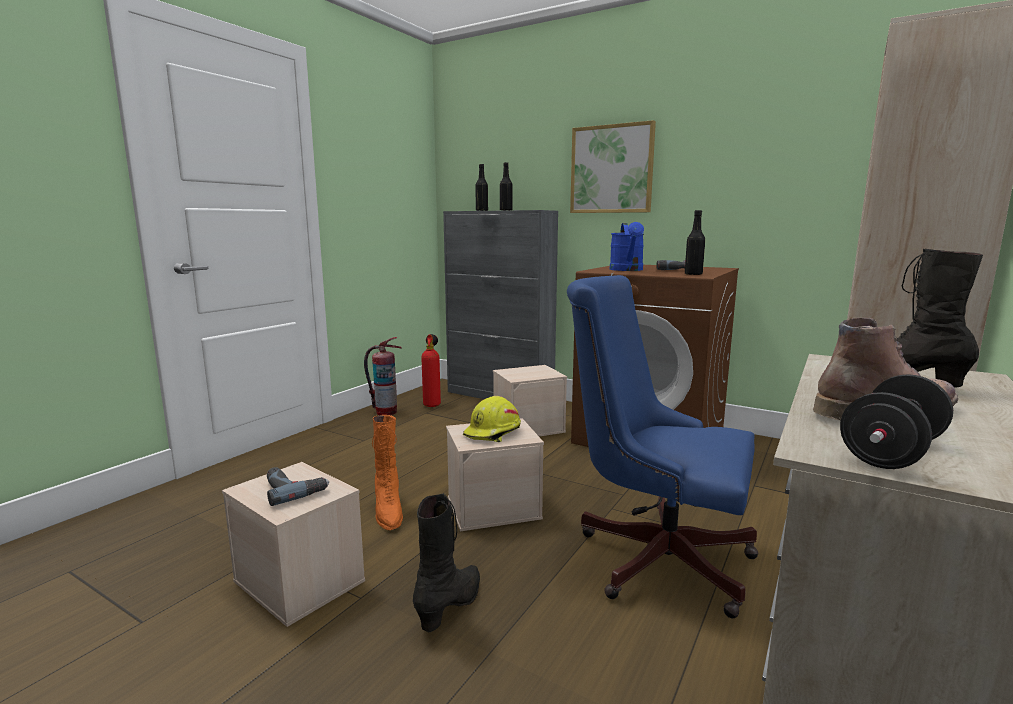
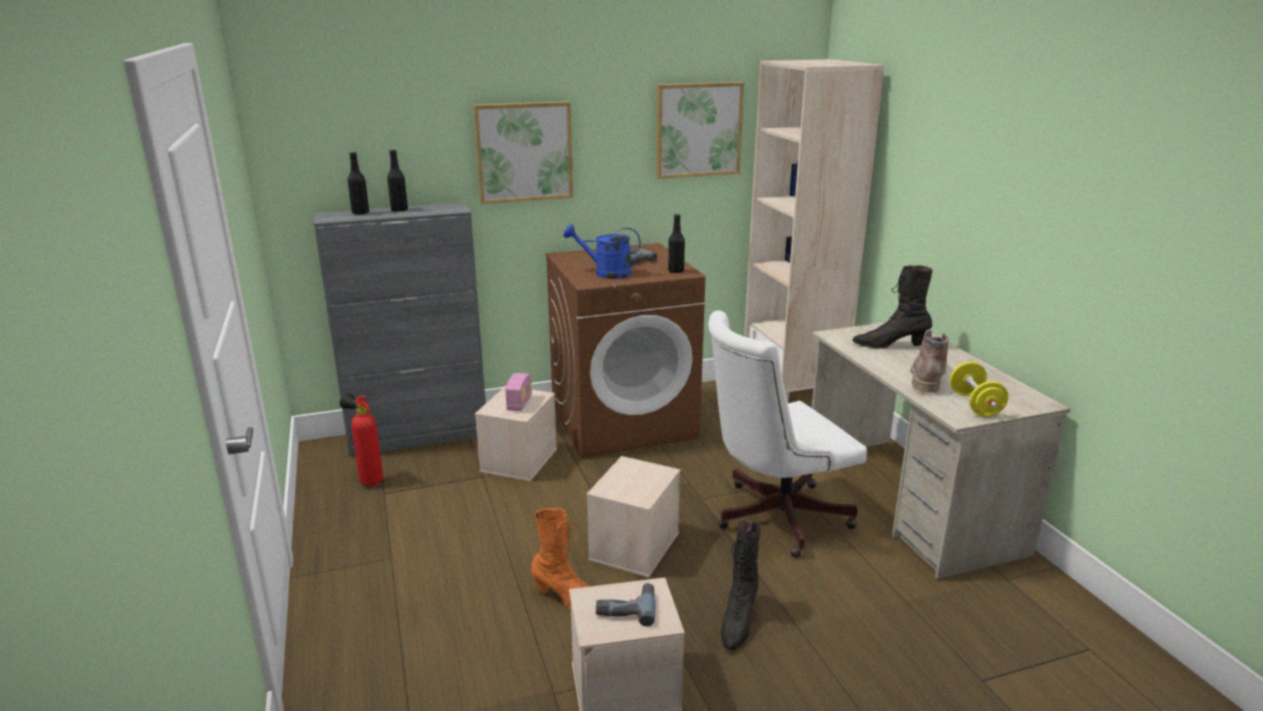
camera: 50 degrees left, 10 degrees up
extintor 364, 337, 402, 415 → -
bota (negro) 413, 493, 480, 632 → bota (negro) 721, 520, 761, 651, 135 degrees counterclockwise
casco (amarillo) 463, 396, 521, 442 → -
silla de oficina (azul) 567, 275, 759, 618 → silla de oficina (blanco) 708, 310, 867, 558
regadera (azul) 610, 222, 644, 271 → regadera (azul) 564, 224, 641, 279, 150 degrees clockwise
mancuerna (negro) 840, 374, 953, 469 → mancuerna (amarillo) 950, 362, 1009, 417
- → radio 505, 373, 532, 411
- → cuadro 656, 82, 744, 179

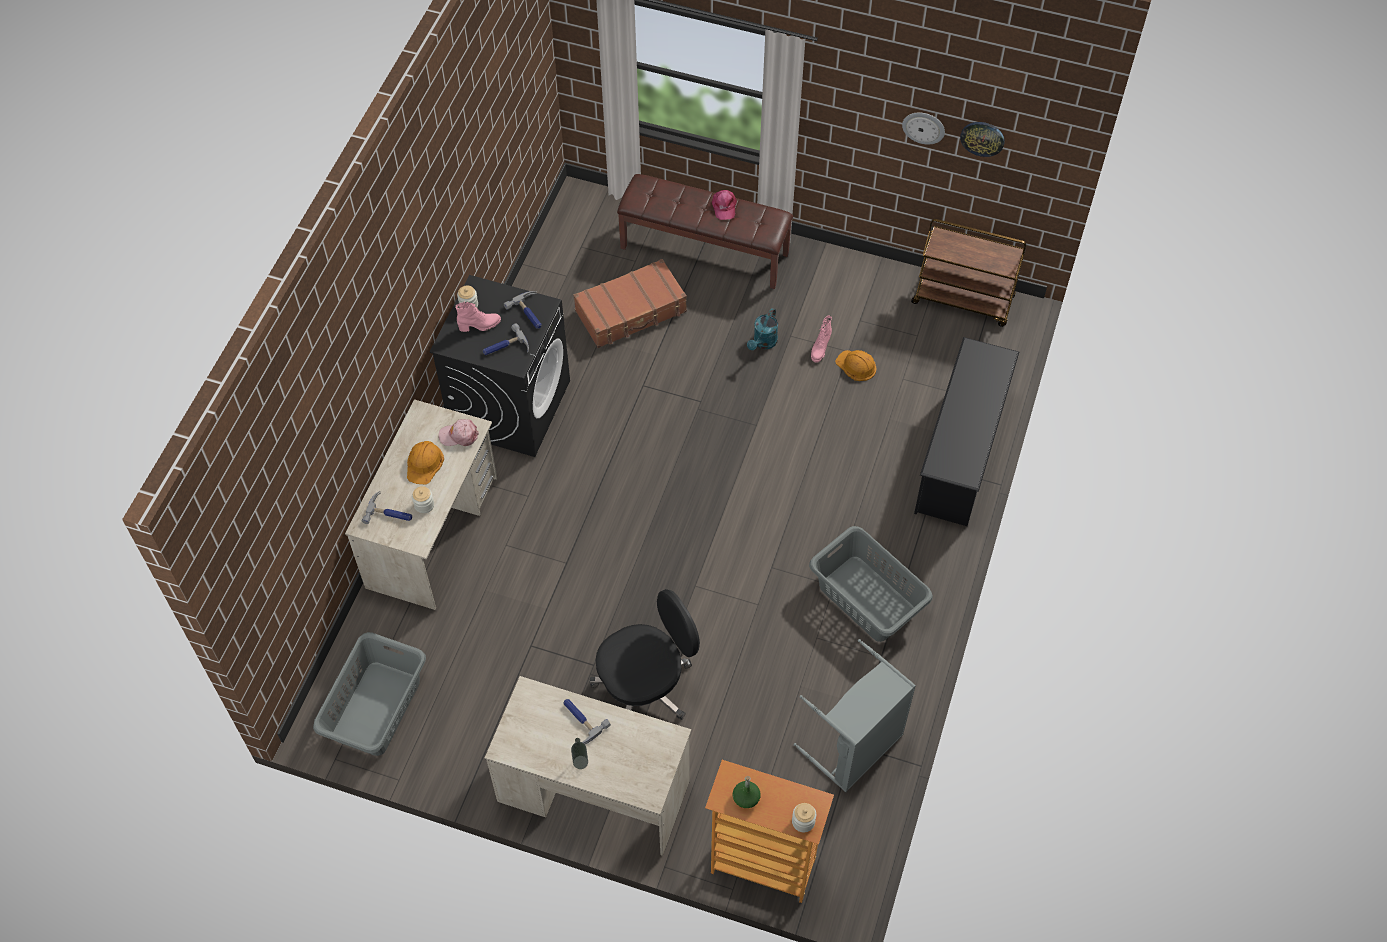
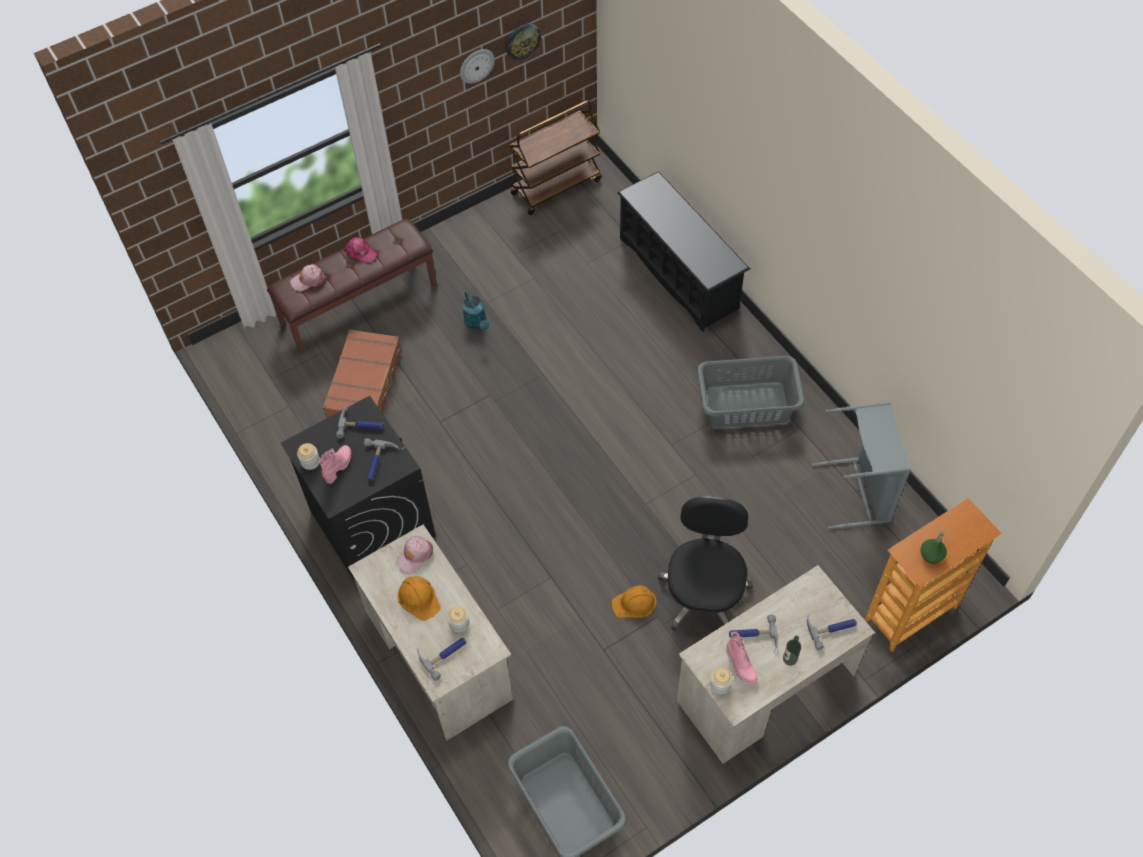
camera: 50 degrees left, 0 degrees up
tarro 792, 803, 816, 833 → tarro 710, 667, 733, 694, shifted
bota (rosa) 811, 315, 832, 363 → bota (rosa) 726, 631, 758, 684, shifted
casco (naranja) 835, 350, 877, 381 → casco (naranja) 612, 585, 656, 618, shifted
- → gorra (rosa) 290, 264, 325, 291
- → martillo 807, 614, 857, 650

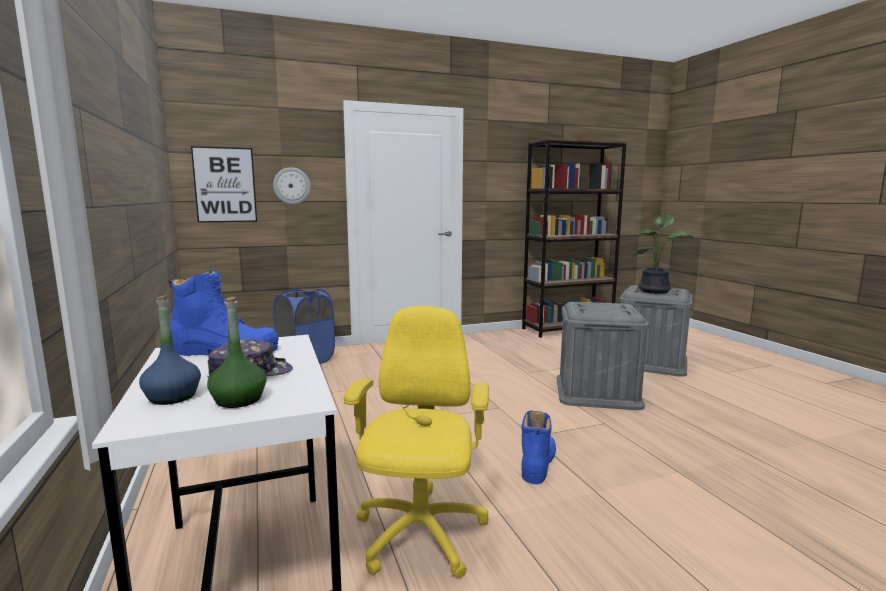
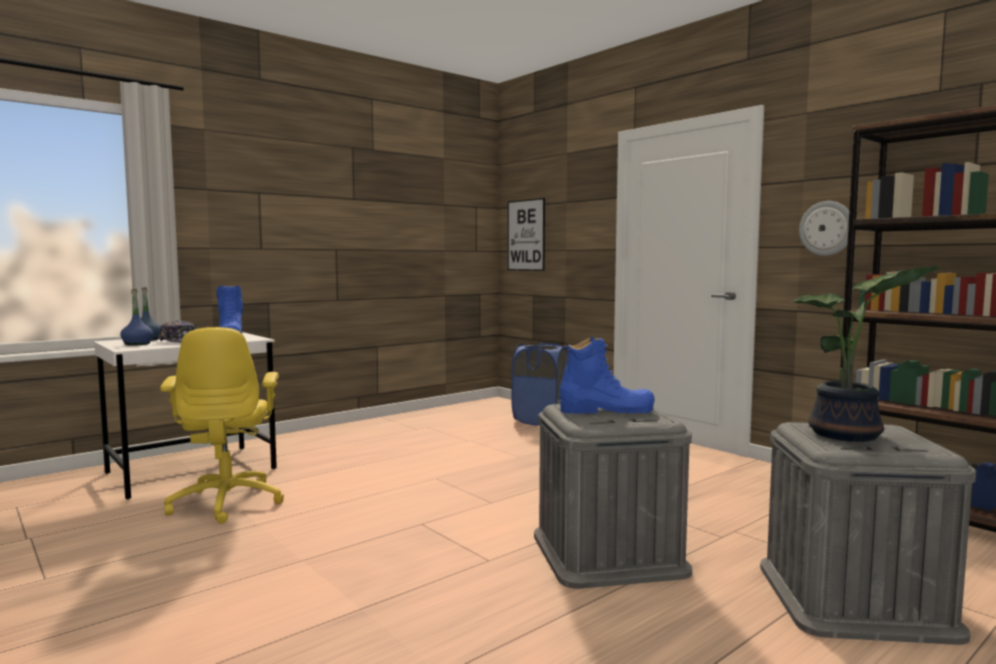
camera: 70 degrees right, 5 degrees down
botella (verde) 207, 297, 267, 408 → botella (azul) 120, 289, 153, 346
reloj de pared 273, 167, 311, 204 → reloj de pared 799, 201, 849, 256, shifted
silla de oficina (amarillo) 344, 306, 489, 578 → silla de oficina (amarillo) 160, 327, 284, 524, 90 degrees clockwise
bota (azul) 521, 410, 556, 484 → bota (azul) 560, 337, 655, 414, shifted

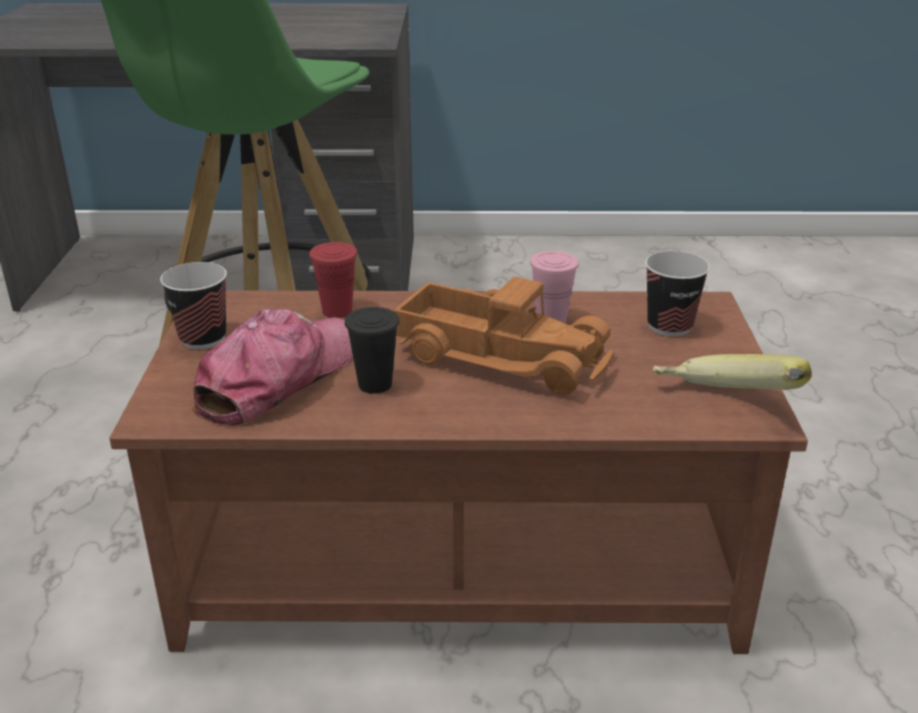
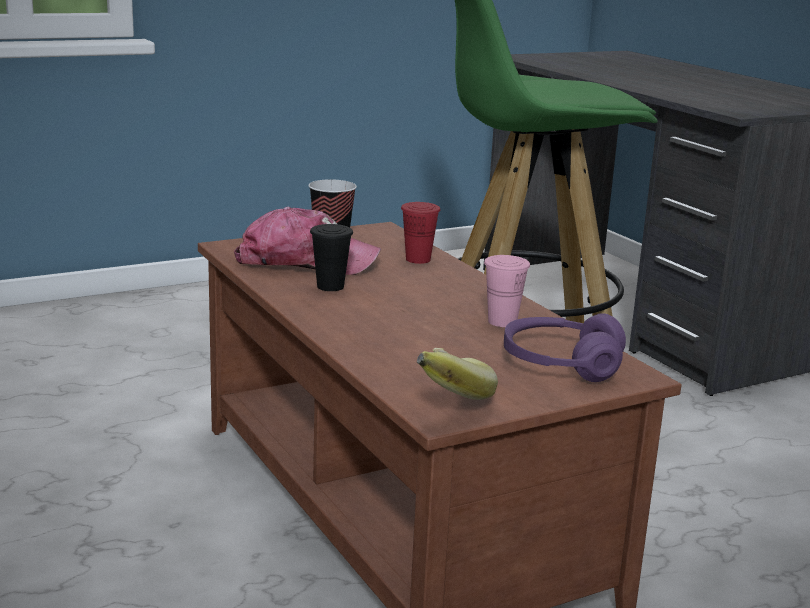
camera: 60 degrees right, 10 degrees down
camión de juguete 393, 276, 614, 395 → -
taza 645, 251, 710, 336 → auriculares (morado) 504, 313, 626, 382

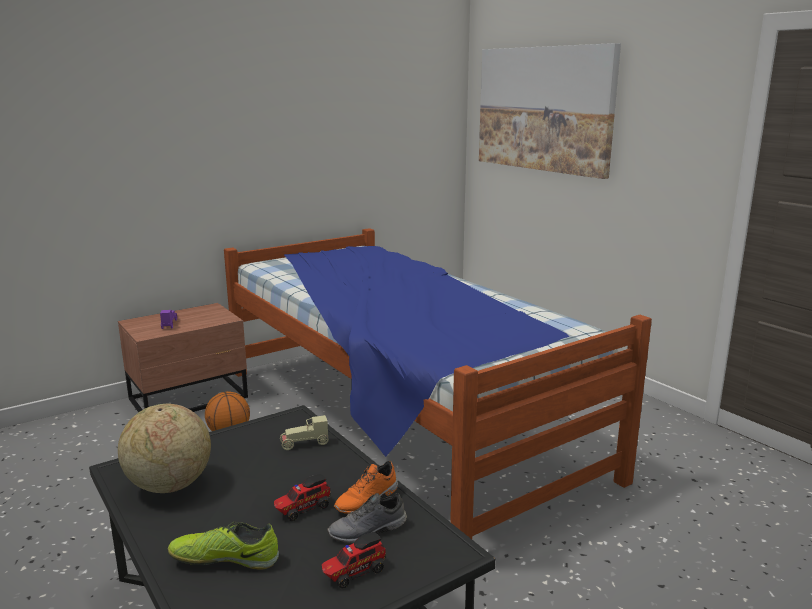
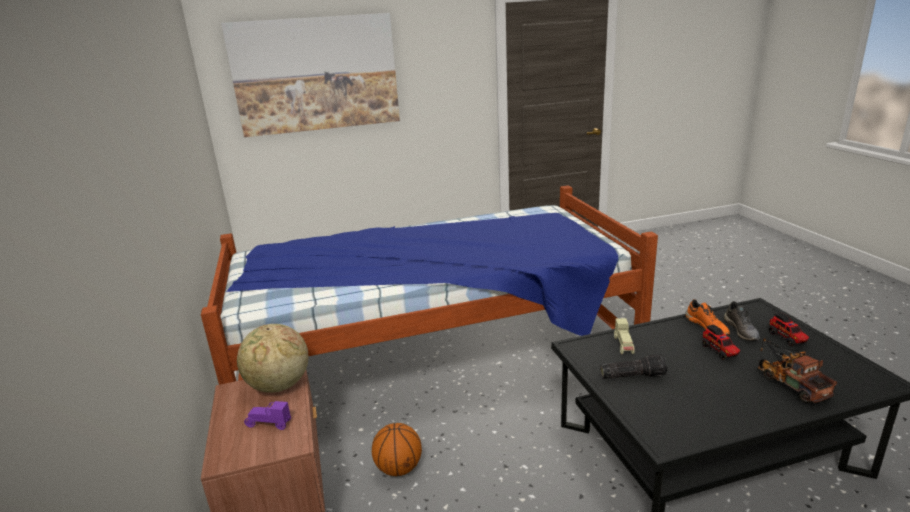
camera: 70 degrees left, 5 degrees up
globo terráqueo 118, 403, 211, 493 → globo terráqueo 237, 324, 308, 393, shifted
zapato 168, 522, 279, 570 → camión de juguete 758, 338, 837, 403
- → linterna 600, 354, 668, 379

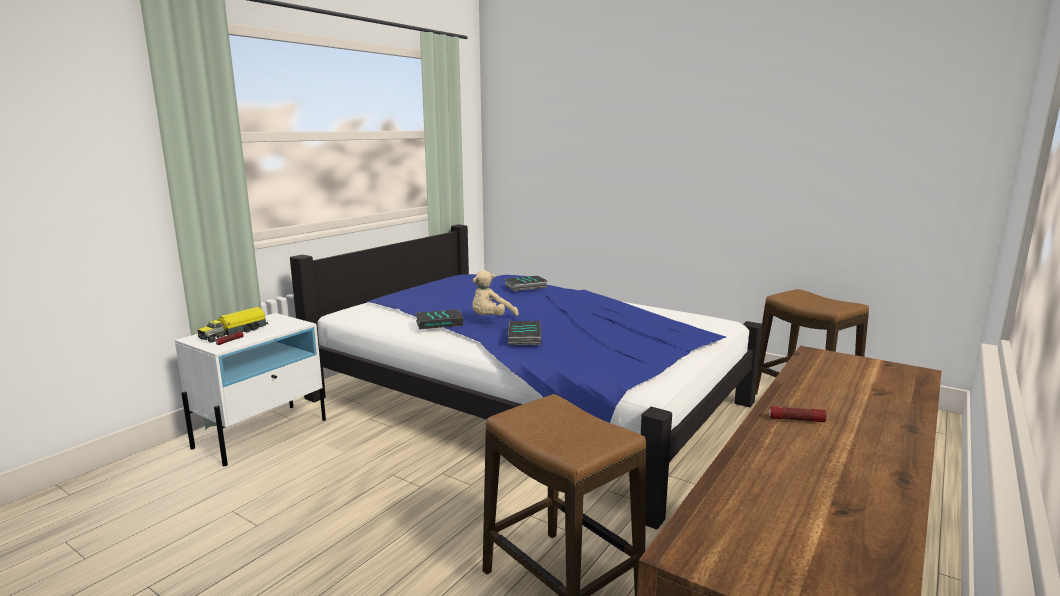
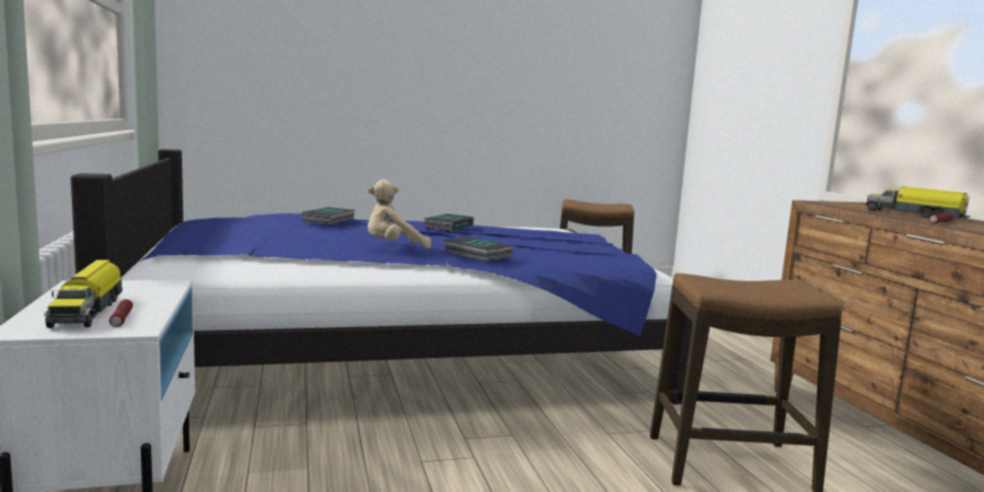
camera: 50 degrees left, 5 degrees down
libro 415, 309, 463, 330 → libro 424, 214, 474, 231, shifted
peluche (beis) 472, 270, 519, 316 → peluche (beis) 367, 179, 431, 249, 75 degrees clockwise
- → camión de juguete 866, 187, 971, 219

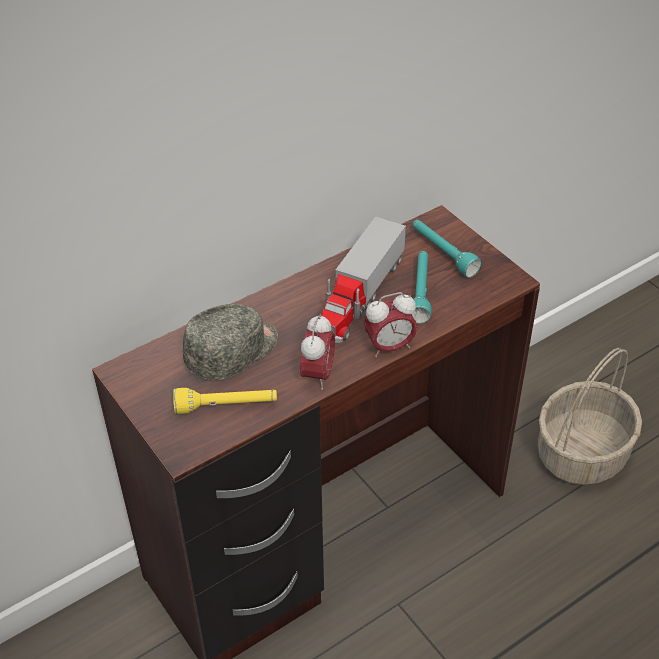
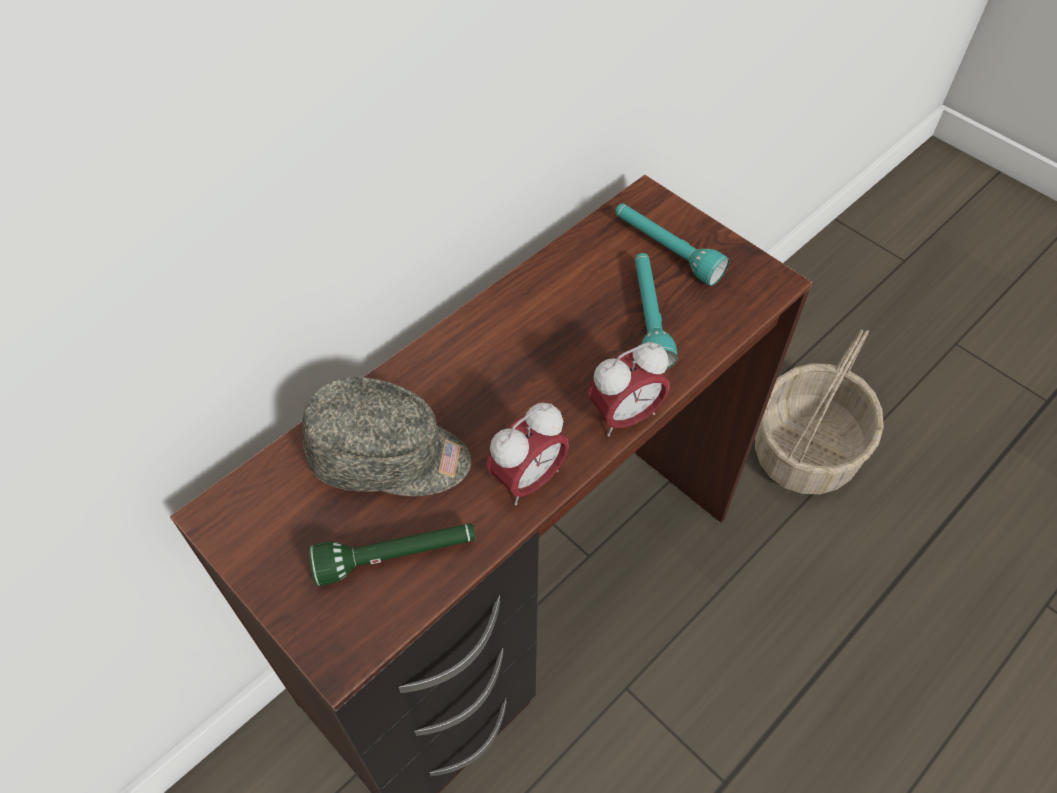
camera: 10 degrees left, 10 degrees up
linterna (amarillo) 173, 388, 277, 414 → linterna (verde) 309, 524, 476, 586
gorra (gris) 183, 304, 278, 380 → gorra (gris) 302, 377, 471, 496, 60 degrees clockwise
despertador 300, 314, 335, 390 → despertador 486, 403, 569, 505, 45 degrees clockwise
camión de juguete 322, 217, 406, 343 → -

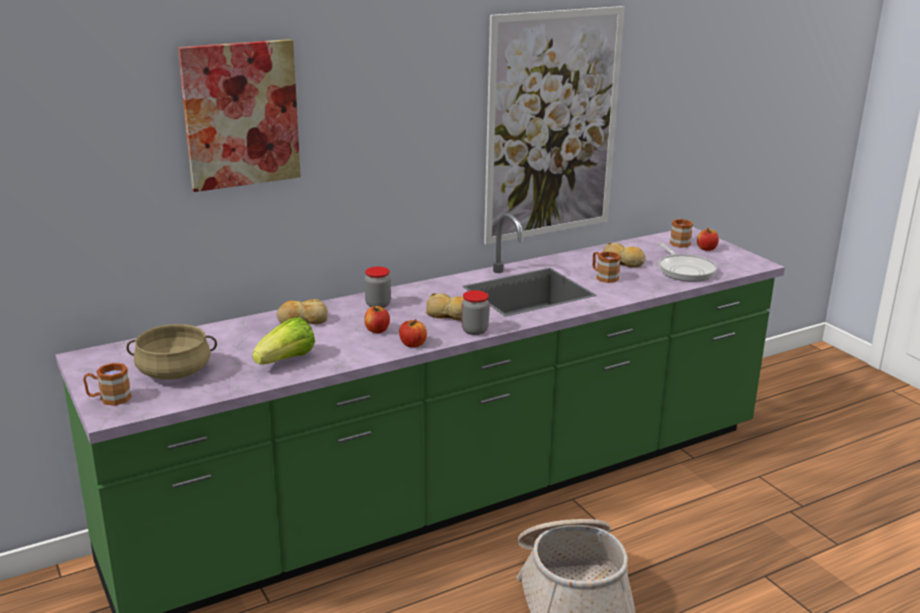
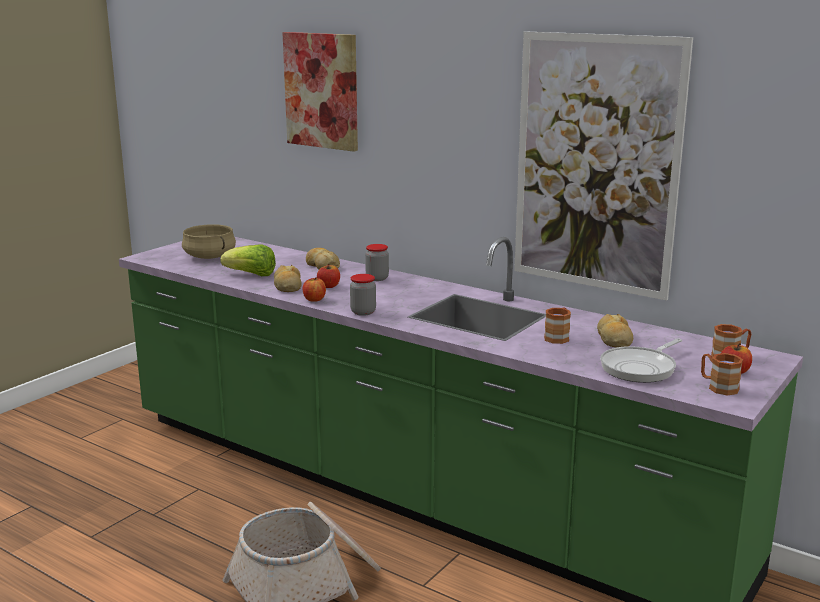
camera: 65 degrees right, 5 degrees down
taza grande (marrón) 83, 363, 132, 406 → taza grande (marrón) 701, 353, 743, 395, shifted
pan 425, 293, 464, 321 → pan 274, 265, 302, 292, shifted

